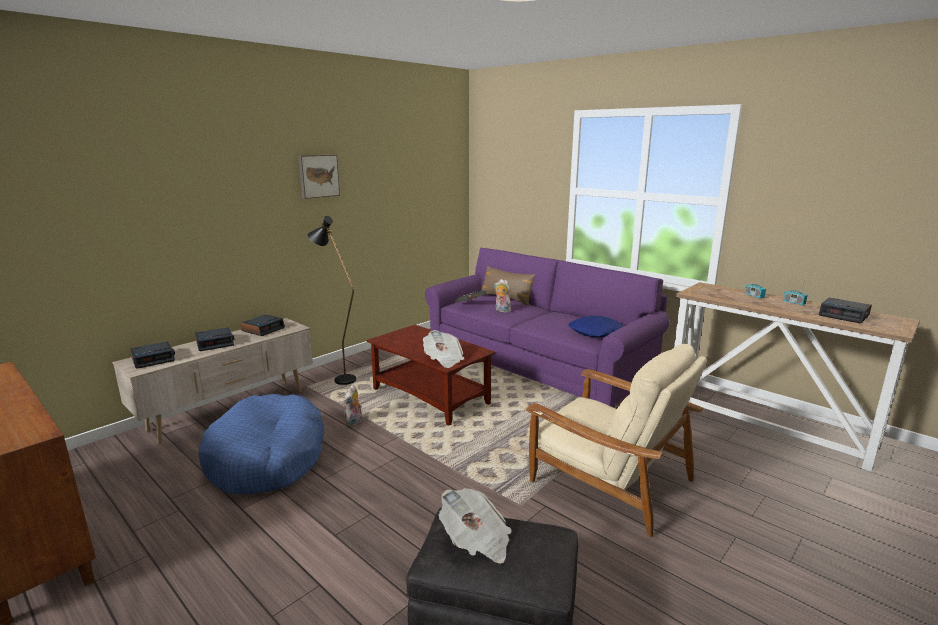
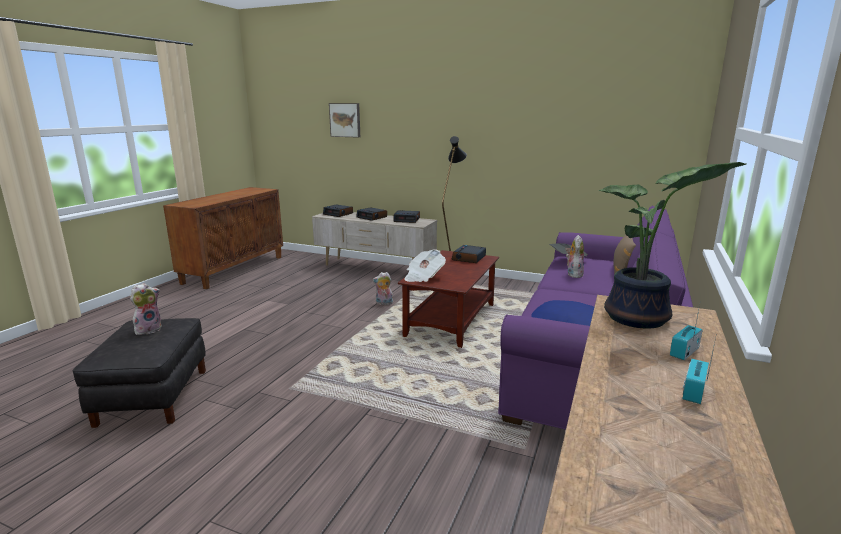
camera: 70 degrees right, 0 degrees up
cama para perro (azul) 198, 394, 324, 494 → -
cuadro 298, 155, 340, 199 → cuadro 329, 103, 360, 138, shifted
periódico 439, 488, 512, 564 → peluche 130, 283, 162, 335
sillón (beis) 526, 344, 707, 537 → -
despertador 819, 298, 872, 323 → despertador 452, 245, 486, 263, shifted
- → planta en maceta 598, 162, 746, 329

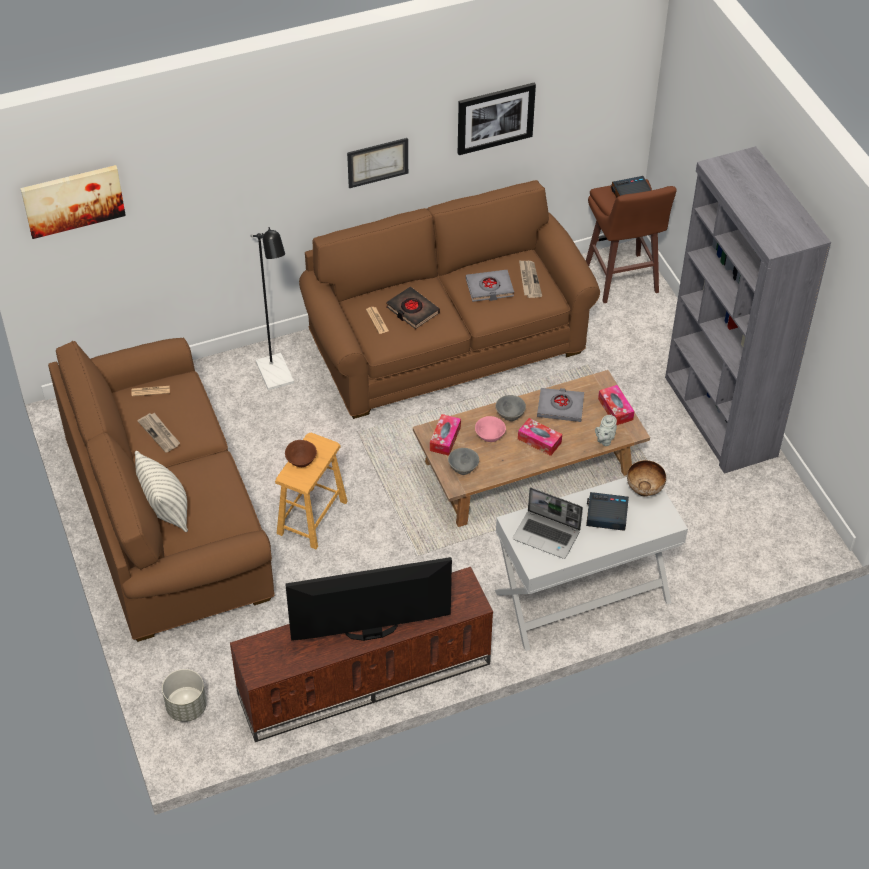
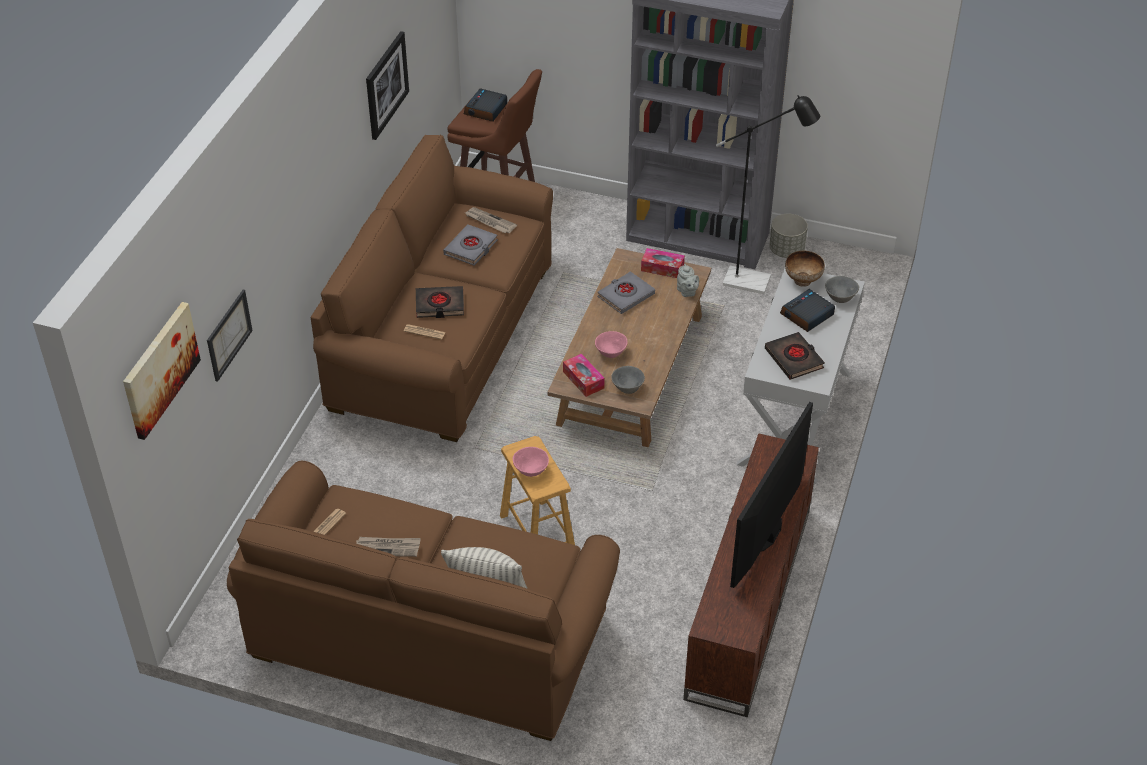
camera: 50 degrees left, 5 degrees down
maceta (gris) 162, 669, 207, 722 → maceta (gris) 769, 214, 808, 258, shifted
lámpara de pie (negro) 250, 227, 294, 390 → lámpara de pie (negro) 716, 95, 820, 294, shifted
cuenco (marrón) 285, 440, 317, 467 → cuenco (rosa) 513, 447, 549, 477
cuadro 347, 138, 408, 188 → cuadro 207, 290, 253, 382, shifted
cuenco (gris) 495, 395, 526, 421 → cuenco (gris) 825, 276, 859, 303, shifted
portátil 513, 488, 583, 559 → libro (negro) 765, 332, 825, 380
caja de pañuelos 518, 418, 562, 456 → -

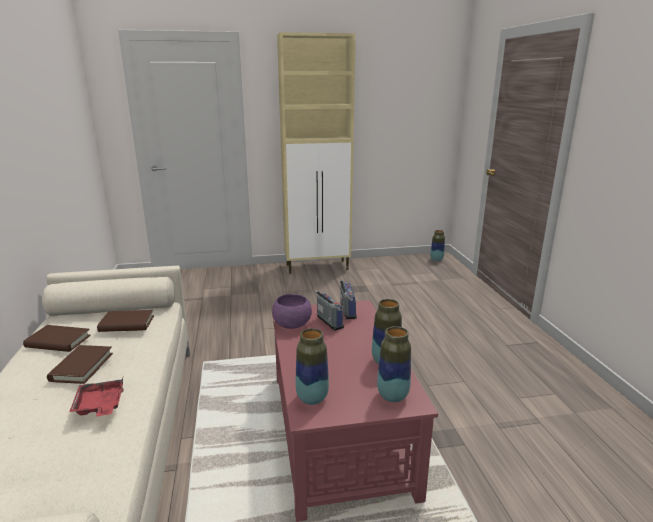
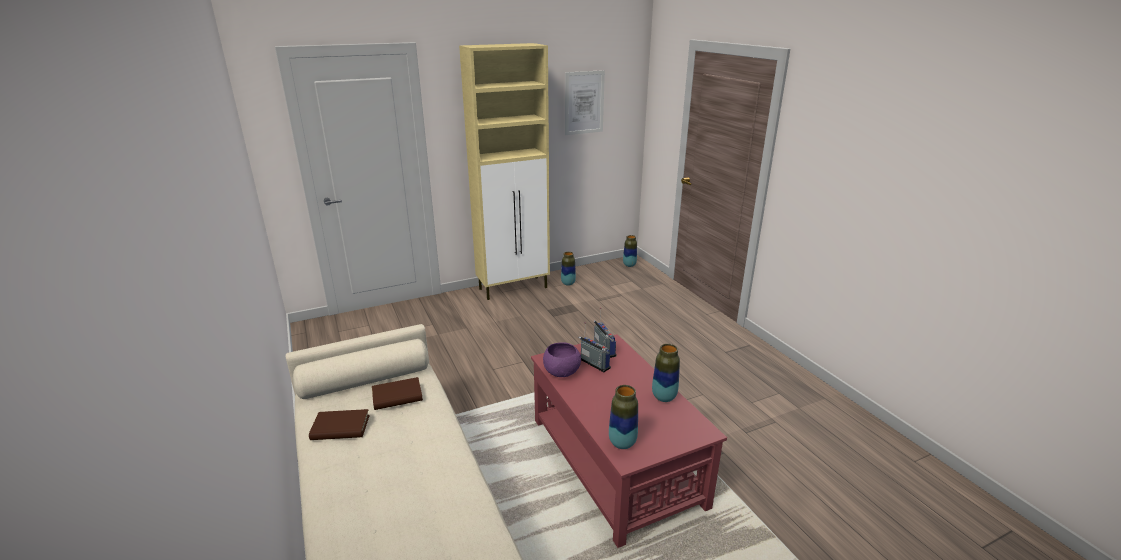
camera: 15 degrees left, 5 degrees up
libro (marrón) 47, 345, 113, 384 → -
bandeja (rojo) 69, 378, 123, 416 → -
florero 377, 326, 411, 402 → florero 561, 252, 576, 286, shifted
- → cuadro 565, 70, 605, 135

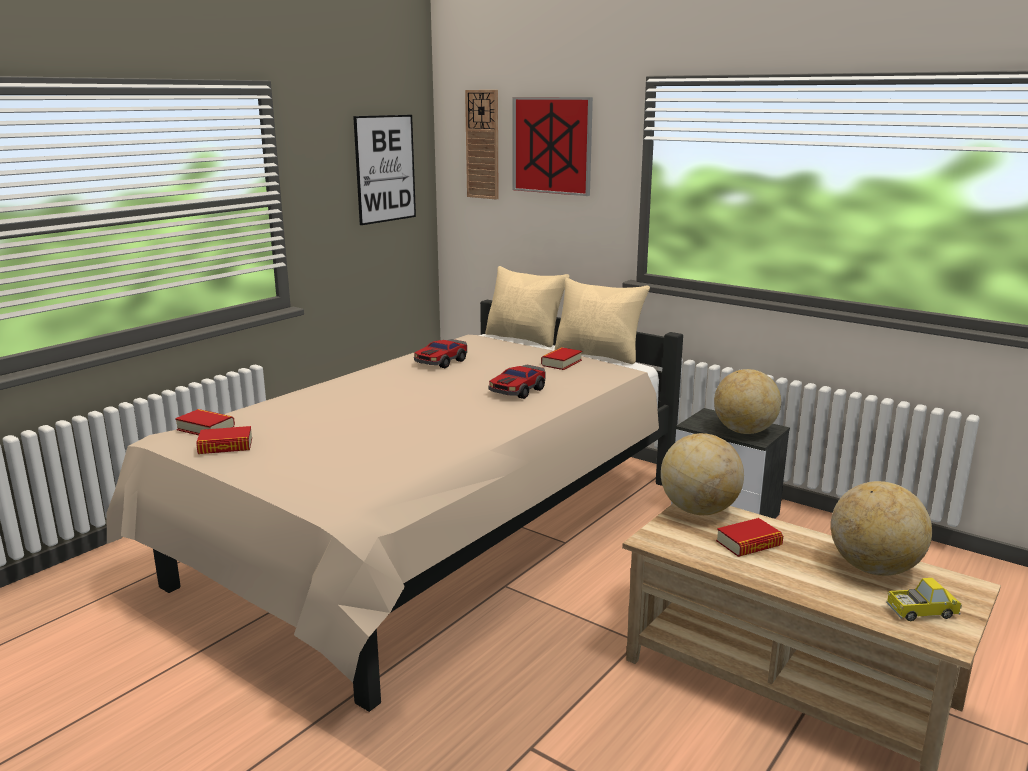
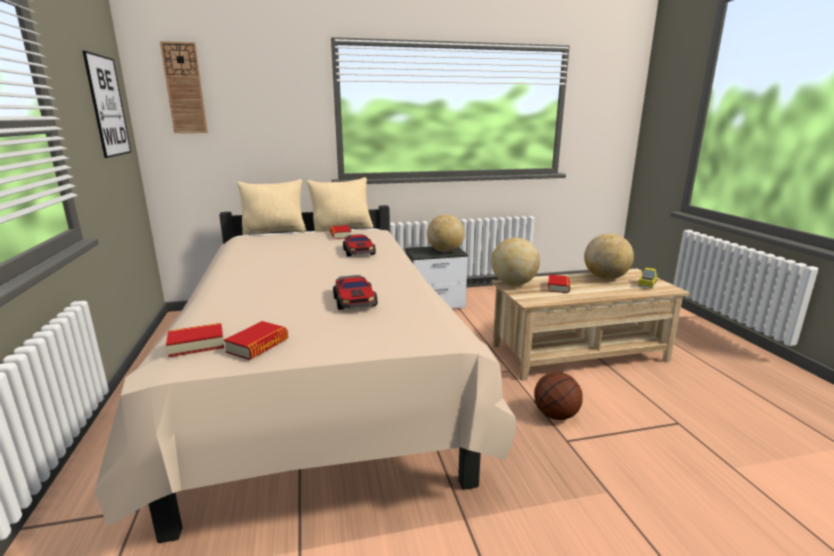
camera: 50 degrees left, 0 degrees up
coche de juguete 414, 339, 467, 368 → coche de juguete 333, 275, 377, 310, shifted
cuadro 513, 97, 593, 196 → -
- → balón de baloncesto 534, 372, 583, 420

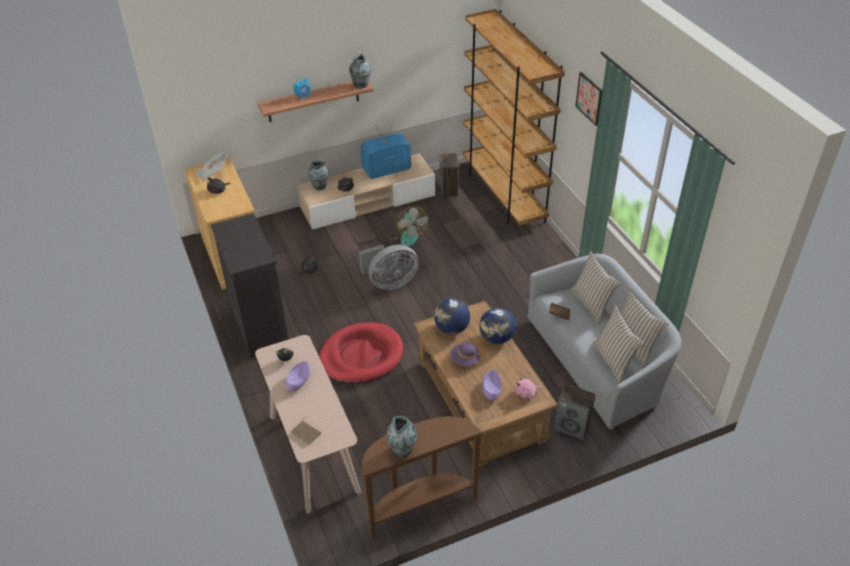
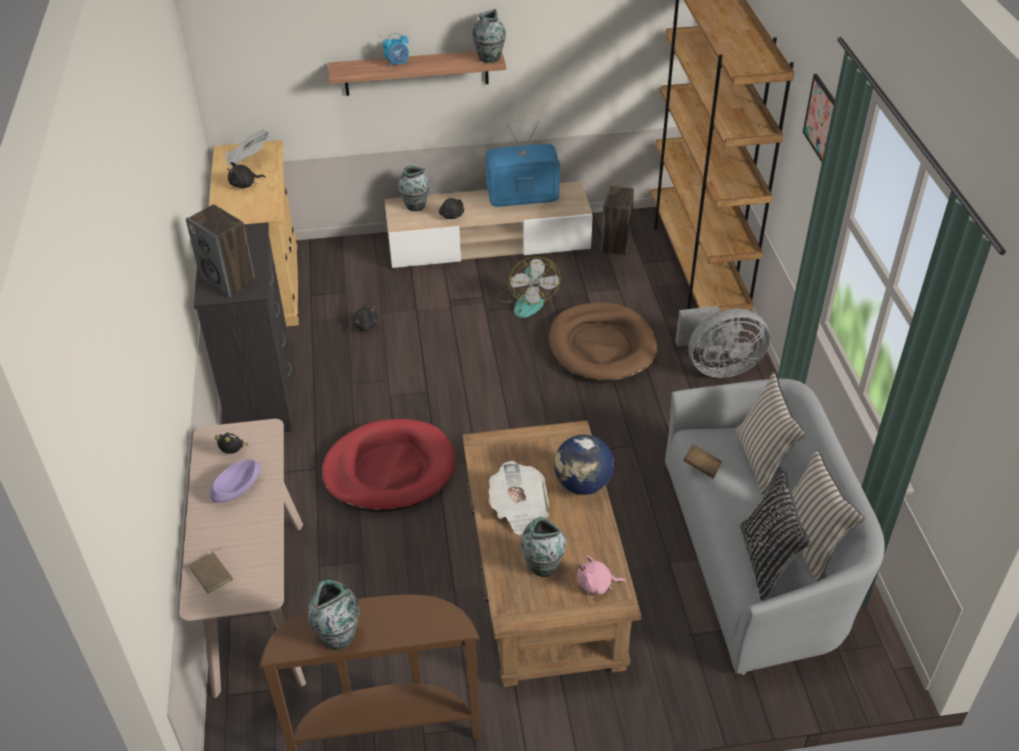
camera: 15 degrees right, 0 degrees up
ventilador (gris) 359, 245, 419, 290 → ventilador (gris) 675, 306, 770, 378, shifted
globo terráqueo 434, 298, 470, 334 → -
sombrero (morado) 451, 342, 480, 366 → periódico 488, 461, 549, 535
cuenco (morado) 482, 369, 502, 400 → florero 520, 517, 566, 577
altavoz 554, 384, 596, 440 → altavoz 186, 204, 255, 298, shifted
cojín (beis) 592, 305, 645, 383 → cojín (negro) 740, 468, 811, 601
- → cama para perro (marrón) 549, 302, 657, 381

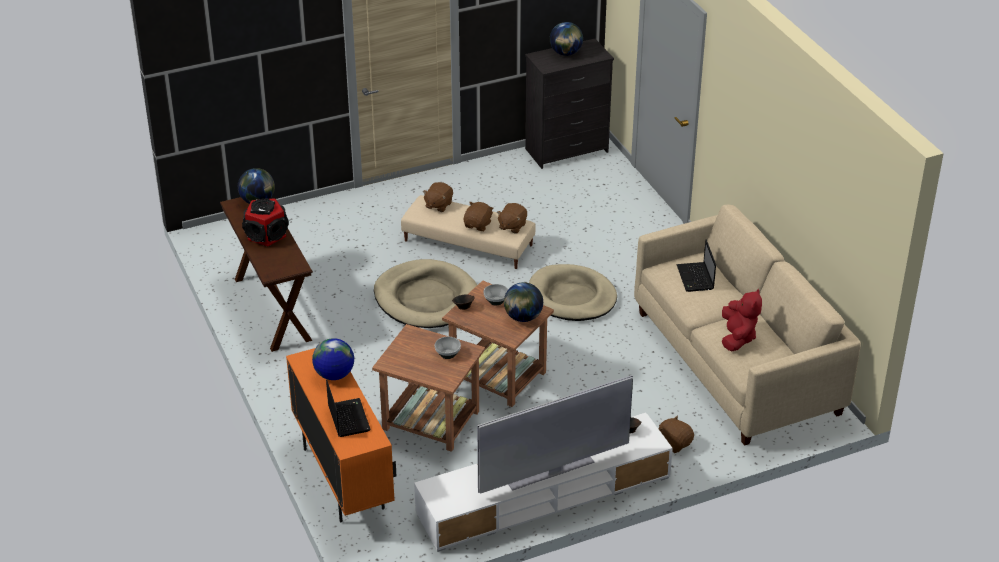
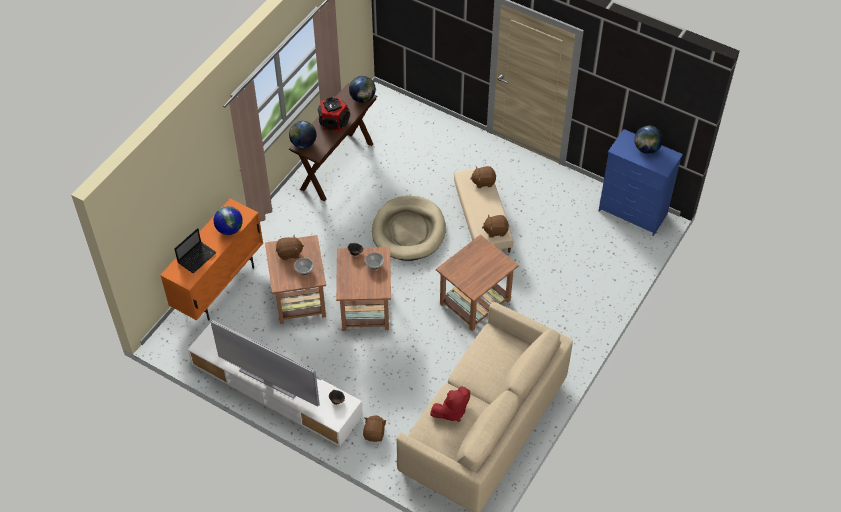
camera: 55 degrees right, 15 degrees up
peluche (marrón) 463, 202, 494, 231 → peluche (marrón) 276, 234, 304, 260, shifted
globo terráqueo 504, 282, 543, 322 → globo terráqueo 289, 121, 317, 148, shifted
cómoda (negro) 525, 39, 614, 169 → cómoda (azul) 599, 129, 683, 236
cama para perro (beis) 529, 264, 617, 321 → mesa auxiliar (marrón) 436, 235, 519, 331
portátil 676, 239, 716, 292 → -

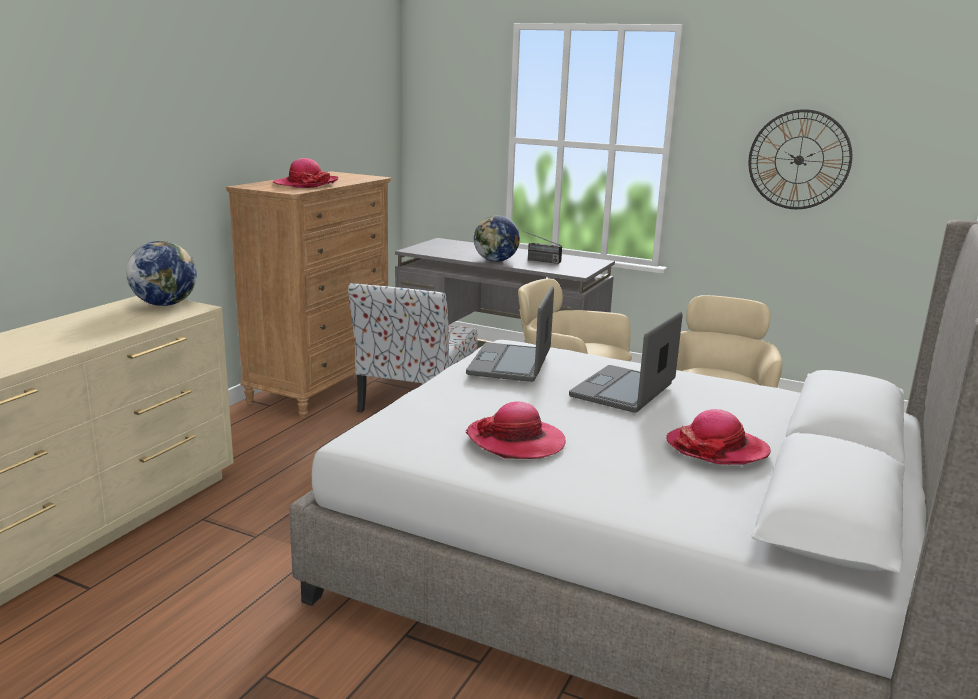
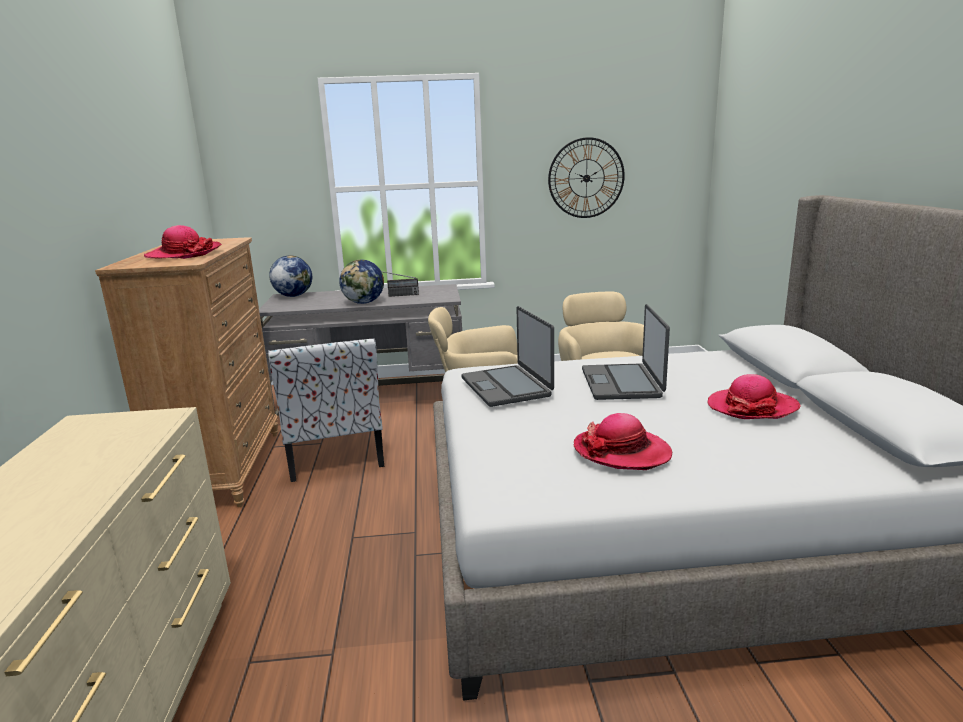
camera: 30 degrees left, 0 degrees up
globo terráqueo 126, 241, 197, 306 → globo terráqueo 269, 255, 312, 297, shifted

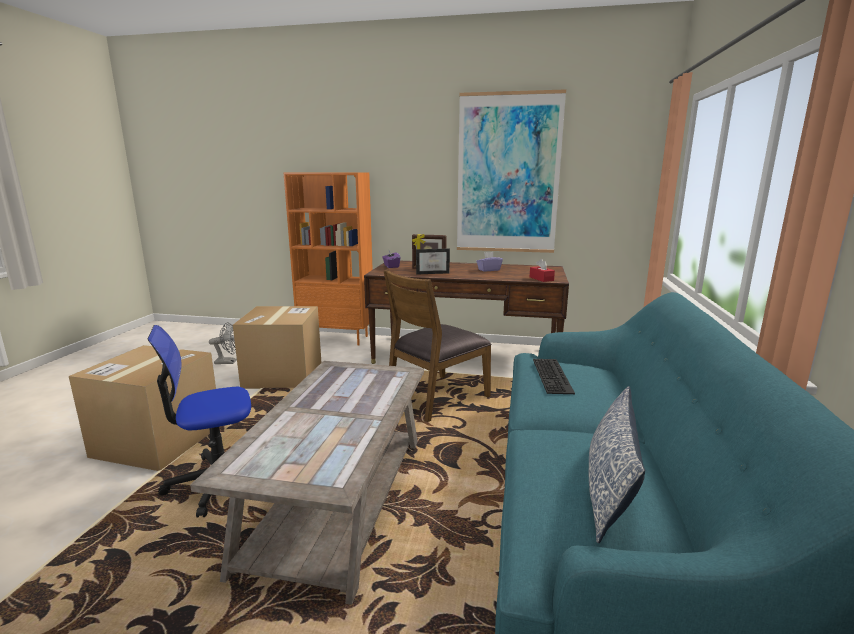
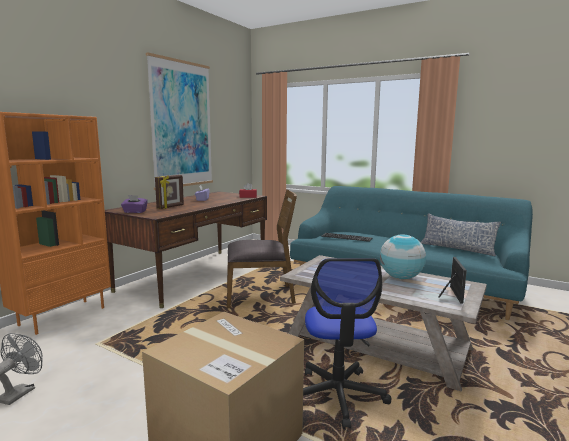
camera: 70 degrees left, 5 degrees down
caja de cartón 233, 306, 322, 389 → -
silla (marrón) 384, 269, 492, 422 → silla (marrón) 227, 189, 297, 308, 75 degrees counterclockwise
portarretratos 416, 249, 450, 275 → portarretratos 438, 257, 467, 304, shifted
- → globo terráqueo 380, 234, 426, 279

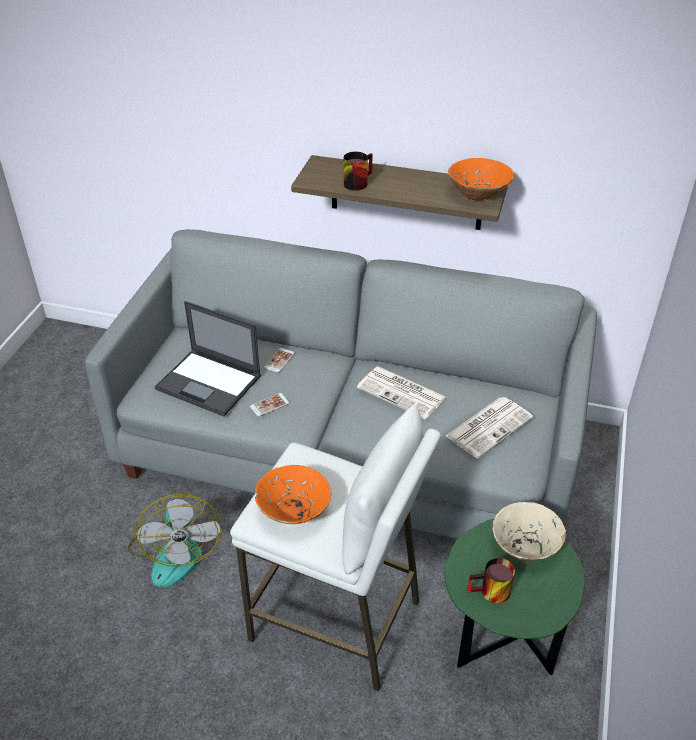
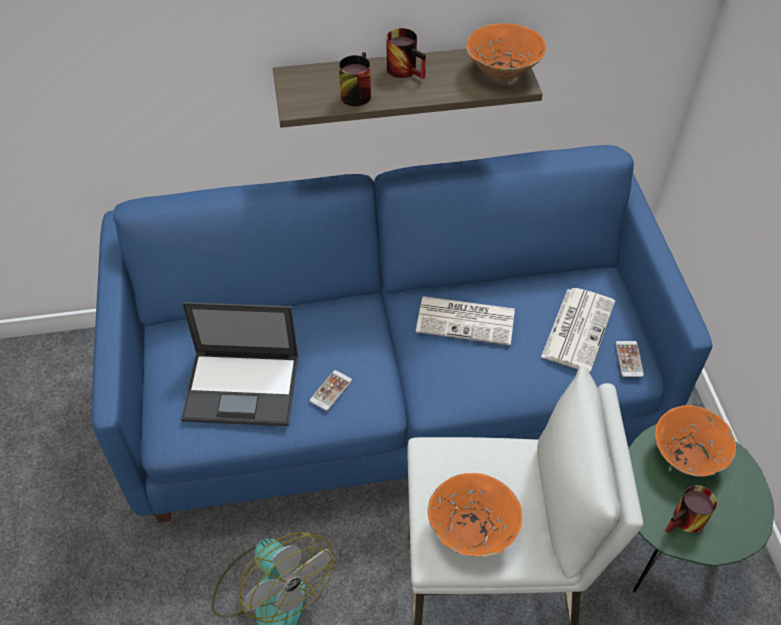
camera: 25 degrees left, 10 degrees up
sofá (gris) 85, 229, 597, 539 → sofá (azul) 92, 145, 712, 523
móvil 264, 348, 294, 373 → móvil 616, 341, 644, 377, shifted
cuenco (beis) 493, 502, 566, 561 → cuenco (naranja) 655, 405, 736, 477
- → taza grande 387, 28, 426, 79

